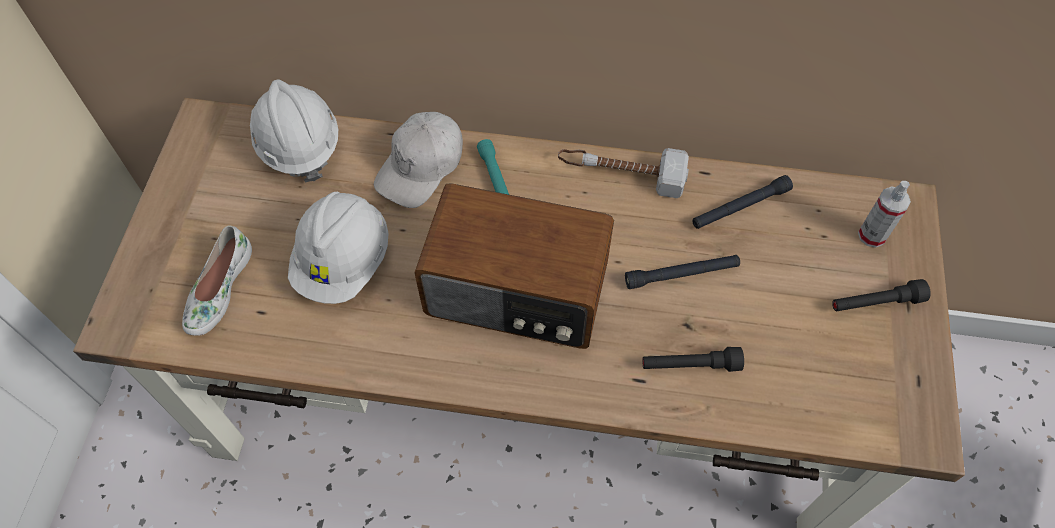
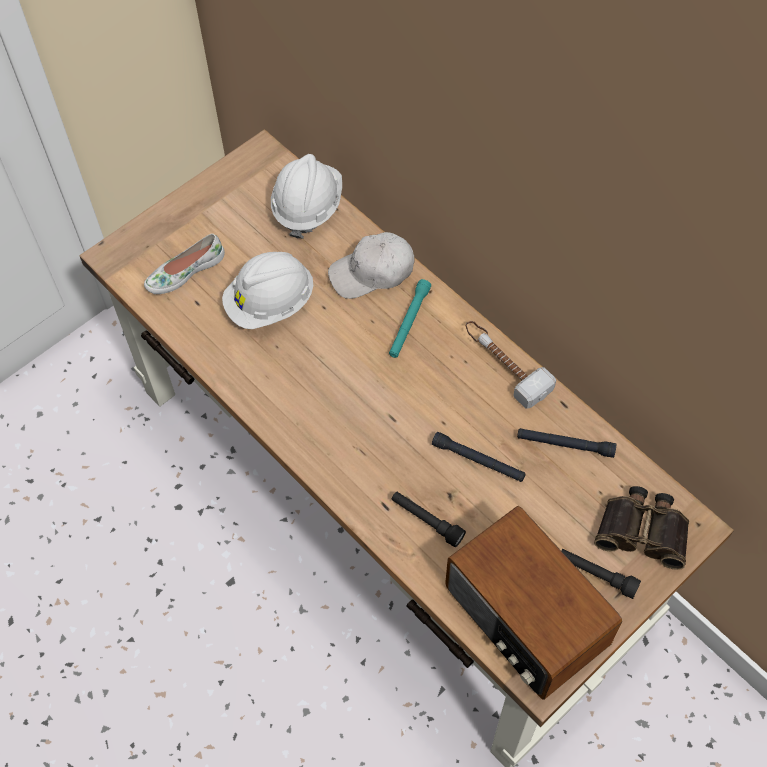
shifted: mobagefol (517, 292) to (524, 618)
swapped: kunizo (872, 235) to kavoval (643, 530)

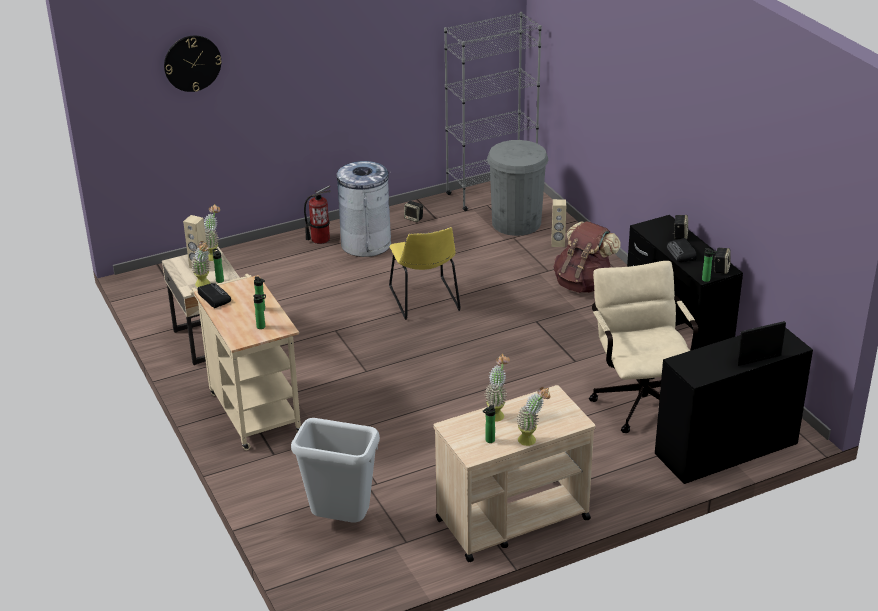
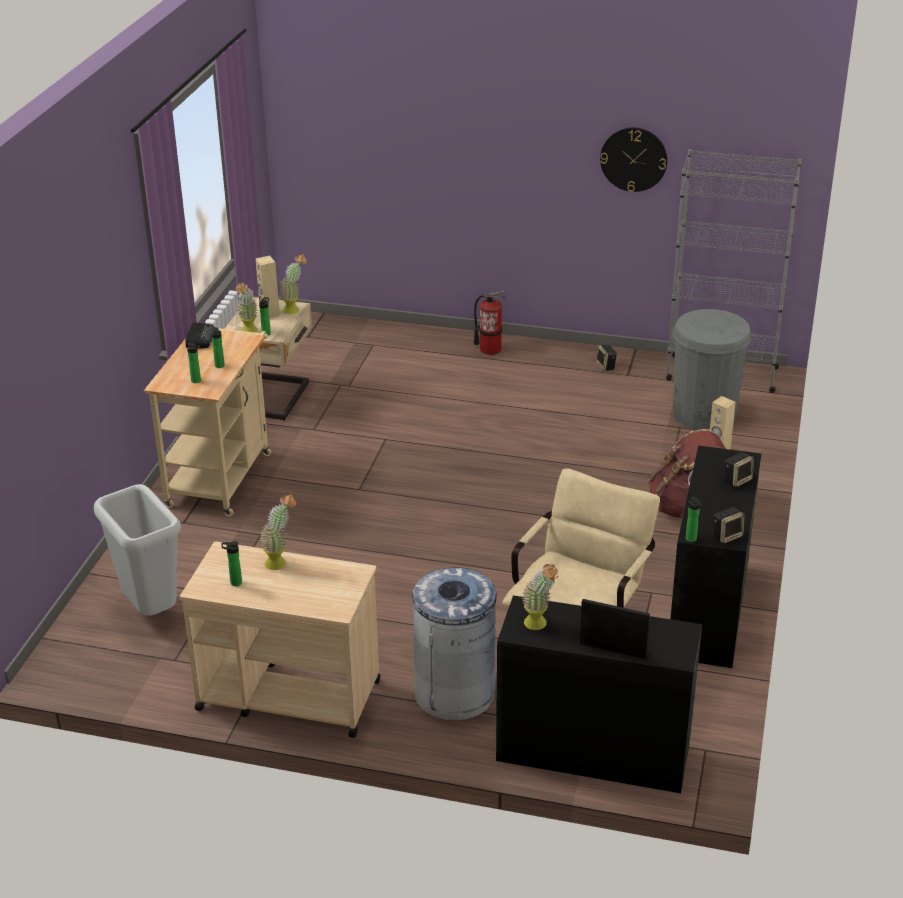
gone: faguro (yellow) (425, 300); mobagefol (681, 253)
shifted: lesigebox (192, 63) to (633, 159); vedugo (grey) (366, 244) to (455, 693); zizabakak (532, 440) to (539, 625)

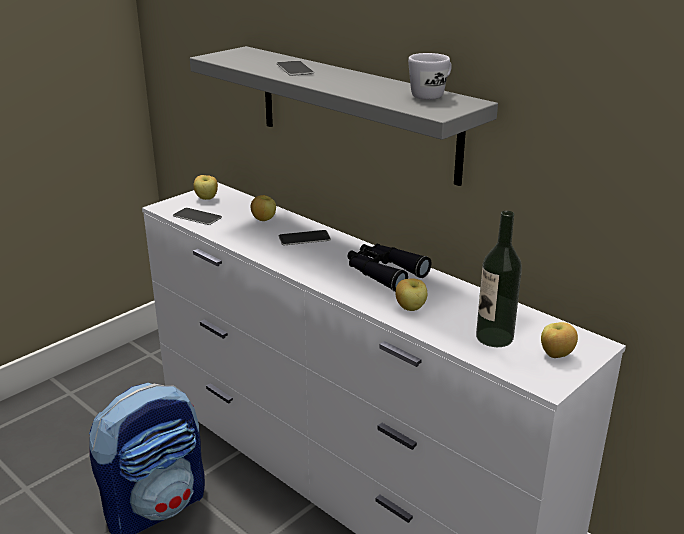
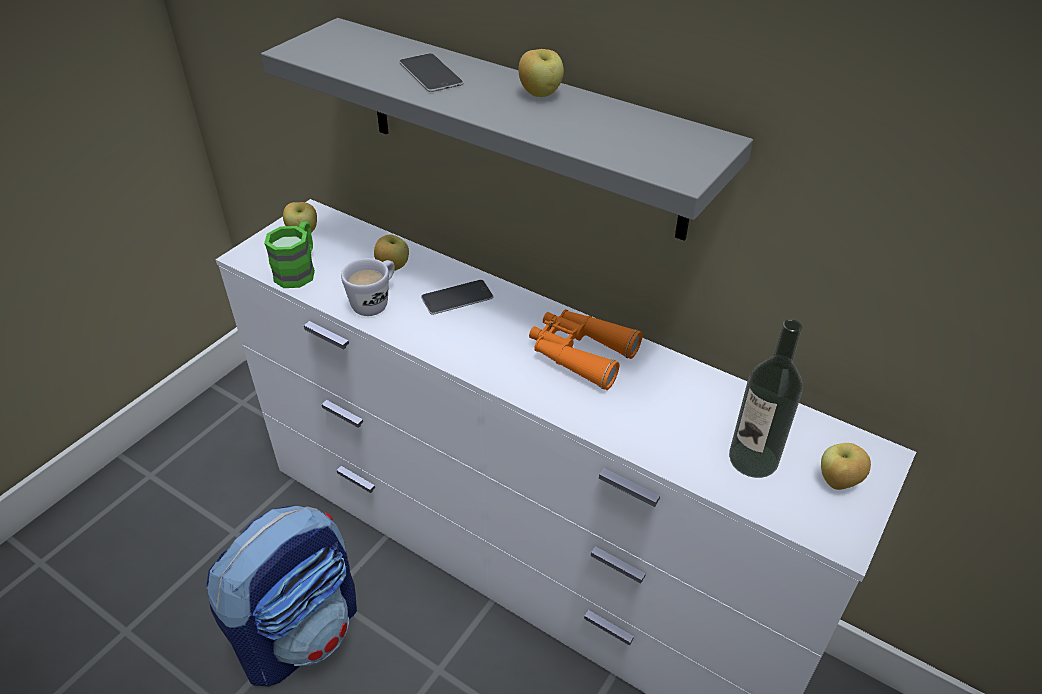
shifted: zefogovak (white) (431, 95) to (375, 302); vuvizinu (411, 308) to (541, 94)
swapped: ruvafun (197, 216) to zefogovak (green) (299, 270)
repainted: kavoval (black) (384, 273) to kavoval (orange) (580, 354)

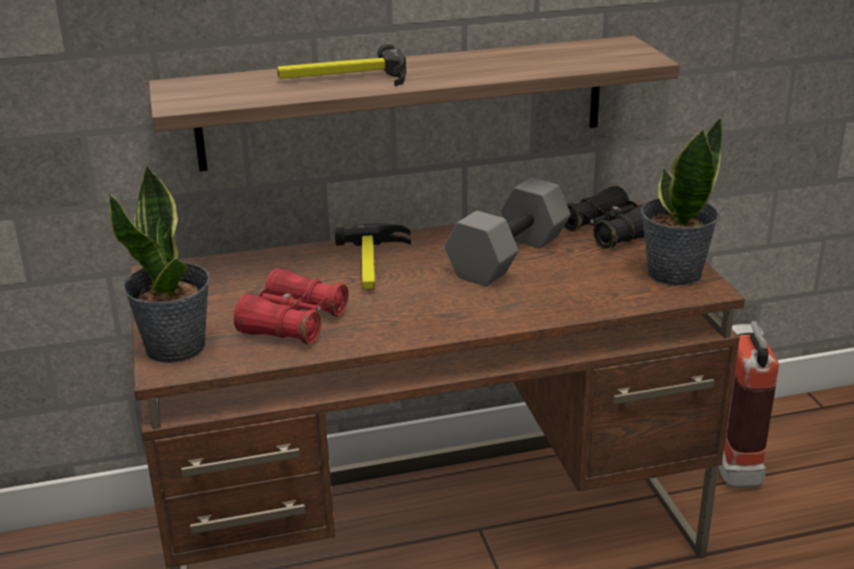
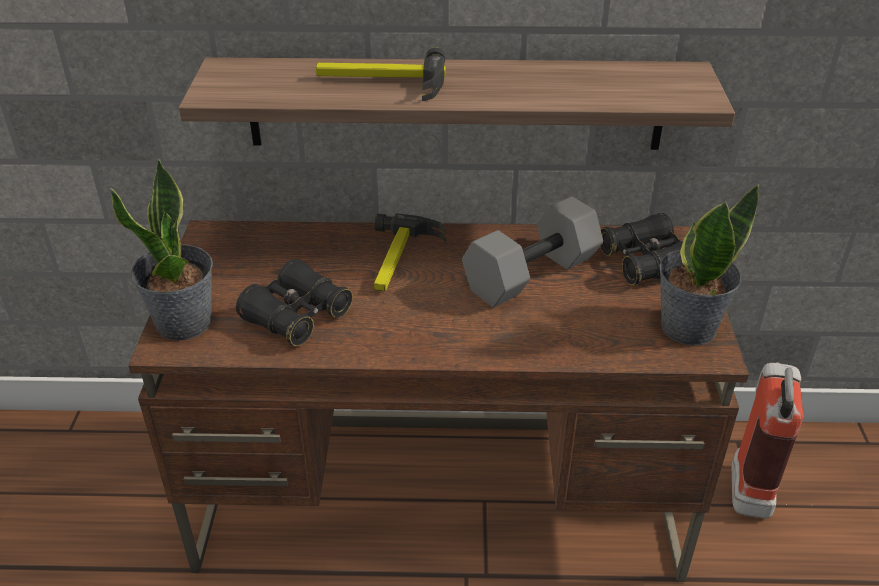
repainted: kavoval (red) (293, 323) to kavoval (black) (297, 316)

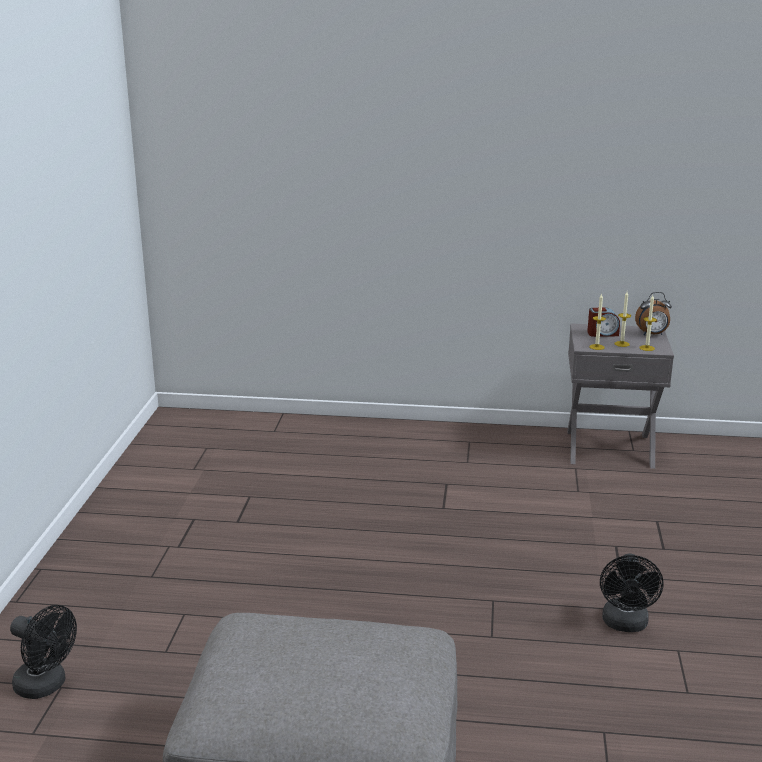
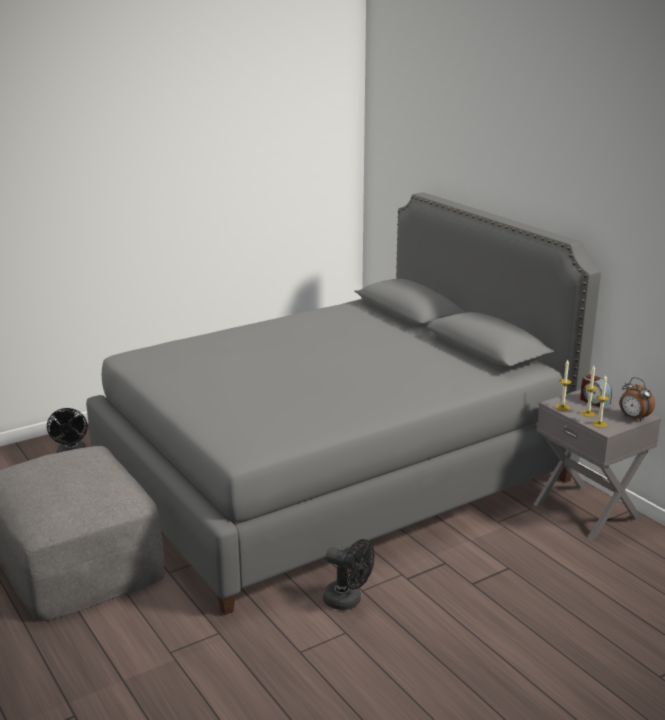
new: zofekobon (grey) (333, 474)
rotated: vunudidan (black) (625, 625) = (348, 601) 120 degrees counterclockwise

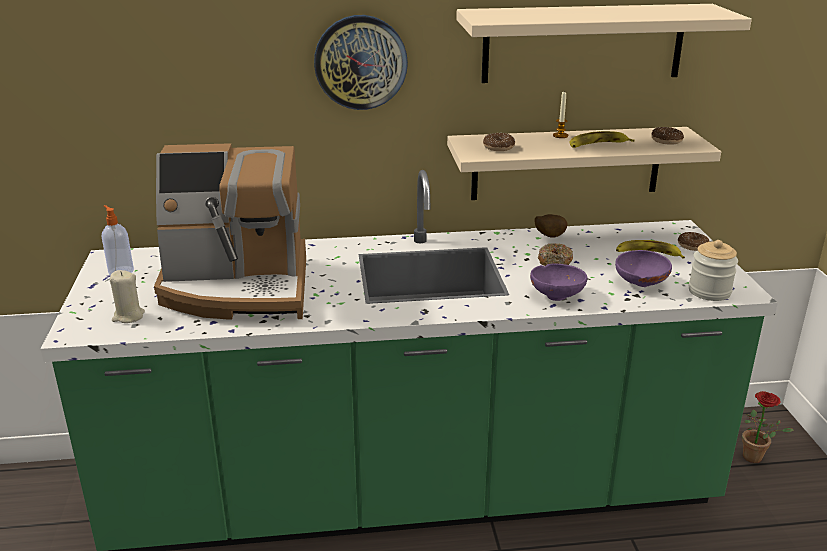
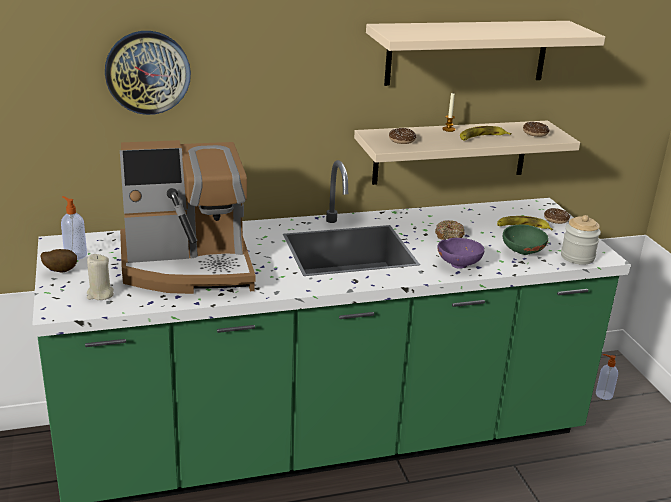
shifted: lesigebox (360, 62) to (147, 72); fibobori (548, 236) to (60, 271)
swapped: zizabakak (756, 458) to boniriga (603, 394)
repainted: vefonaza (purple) (639, 283) to vefonaza (green) (521, 252)

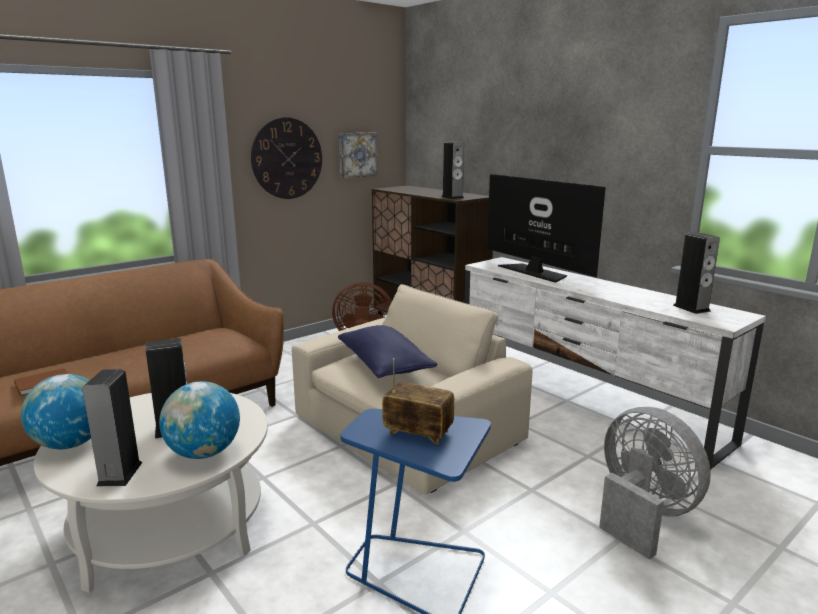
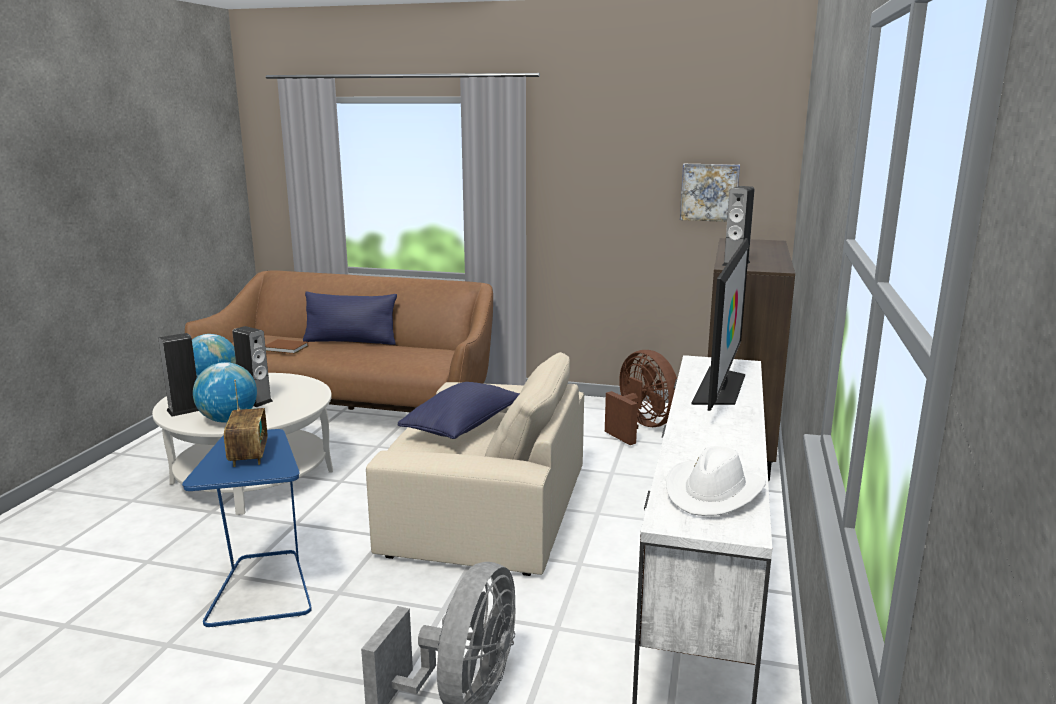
gone: lesigebox (287, 158)
new: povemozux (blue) (351, 341)
swapped: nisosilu (691, 308) to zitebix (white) (714, 492)

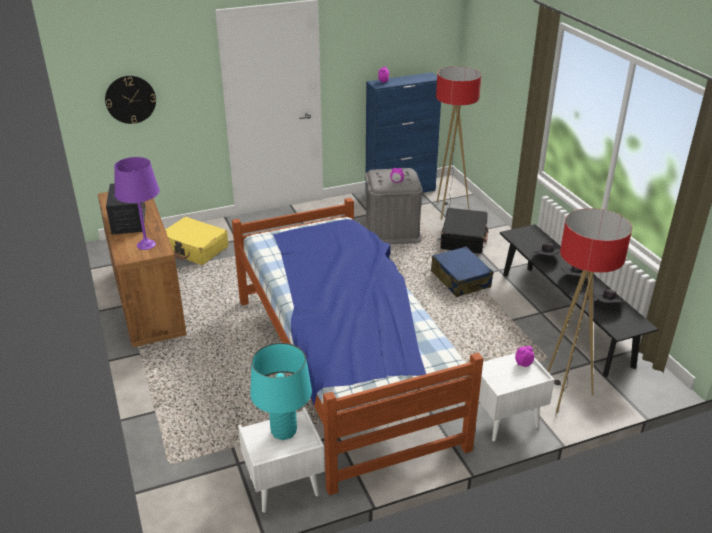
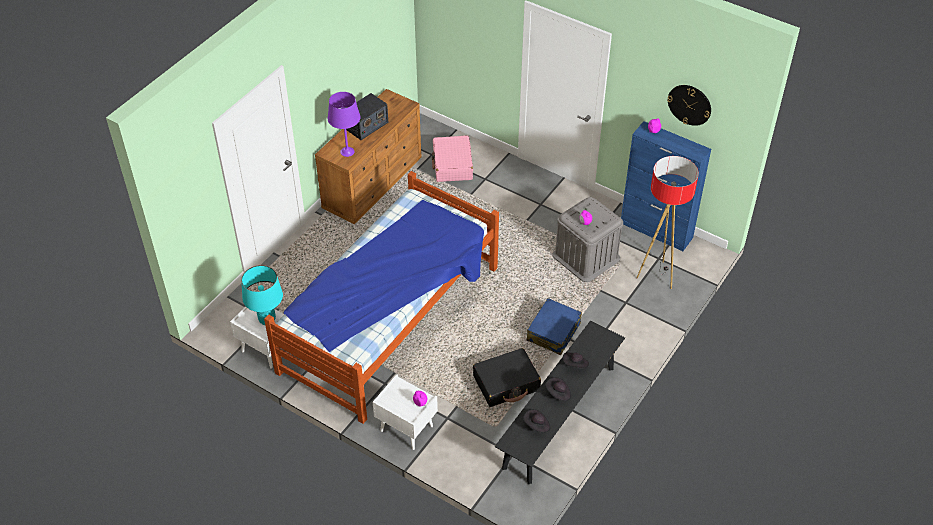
gone: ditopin (564, 395)
shifted: lesigebox (130, 99) to (689, 104); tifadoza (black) (463, 238) to (506, 383)
repainted: tifadoza (yellow) (195, 249) to tifadoza (pink) (452, 165)

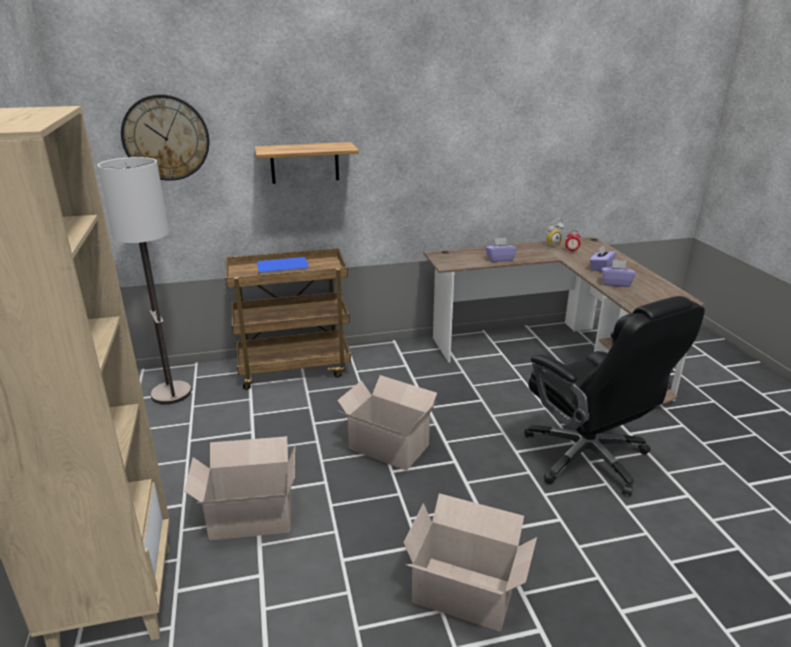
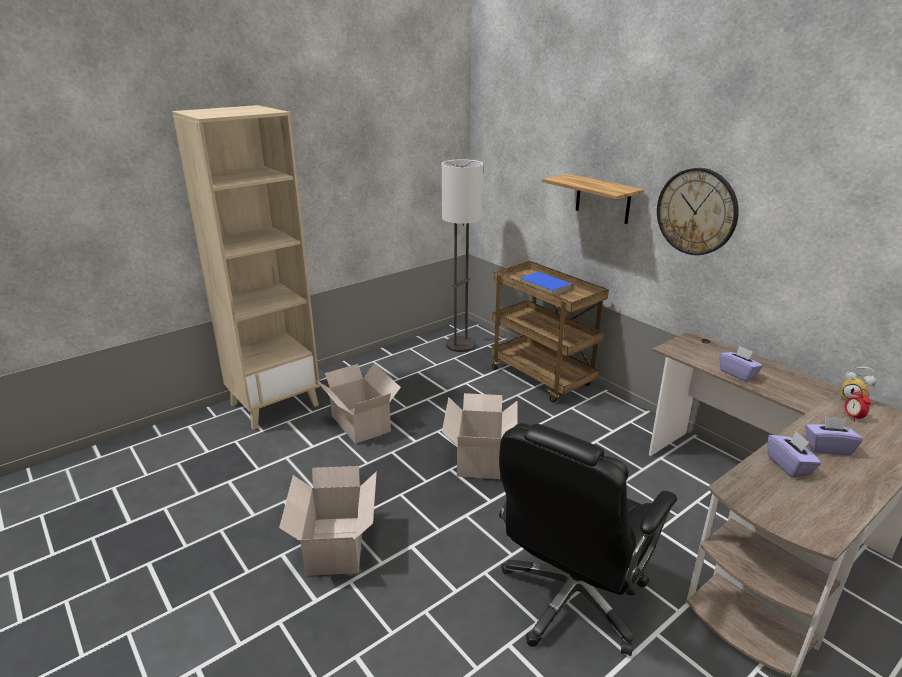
shifted: lesigebox (166, 138) to (696, 211)

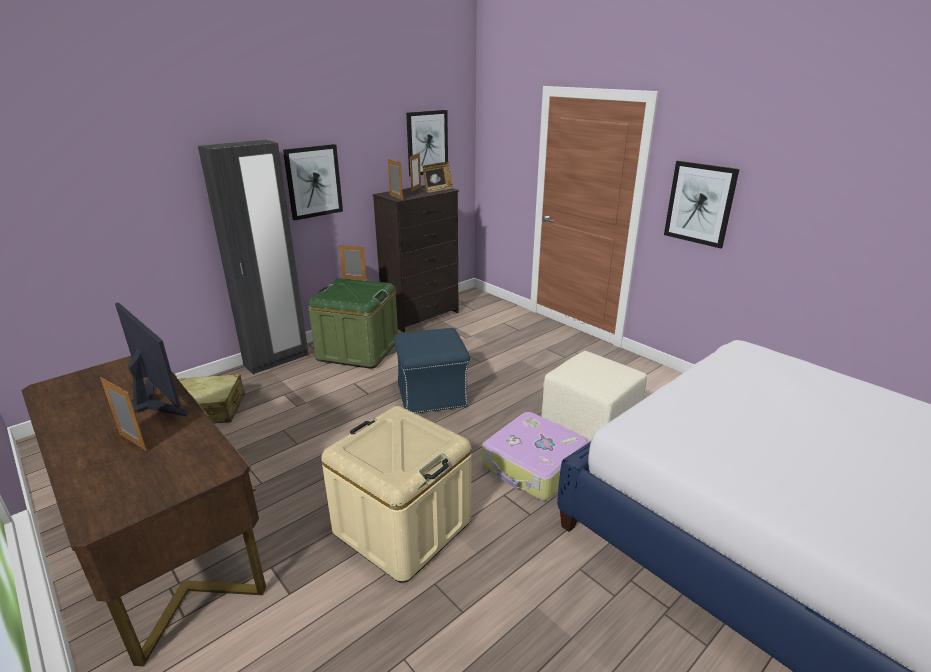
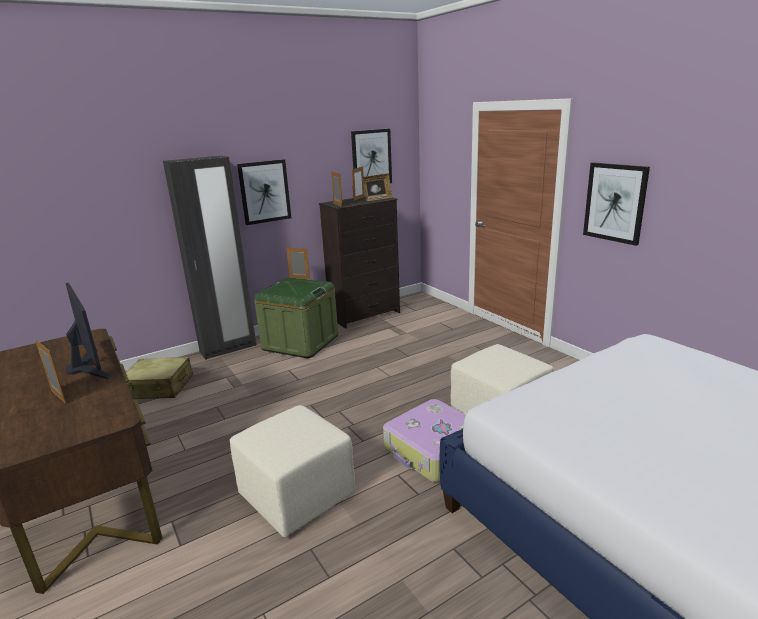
gone: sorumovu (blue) (432, 394)
swapped: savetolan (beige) (402, 526) to sorumovu (beige) (295, 496)

